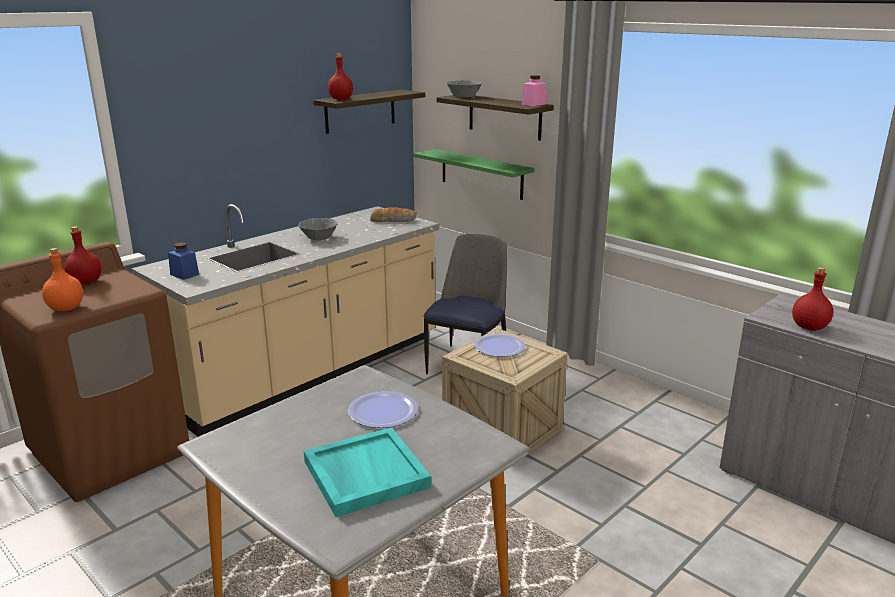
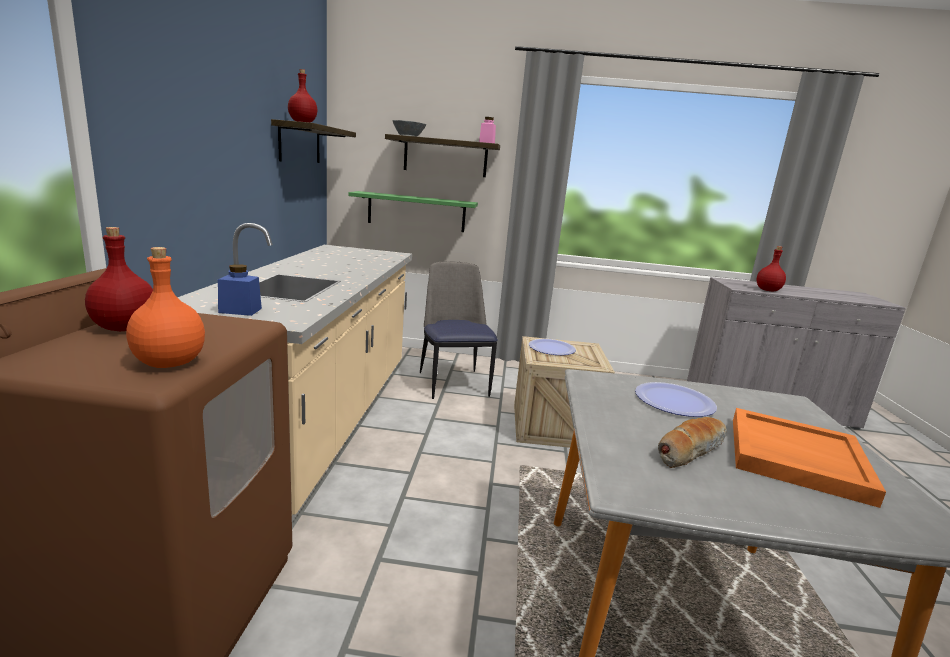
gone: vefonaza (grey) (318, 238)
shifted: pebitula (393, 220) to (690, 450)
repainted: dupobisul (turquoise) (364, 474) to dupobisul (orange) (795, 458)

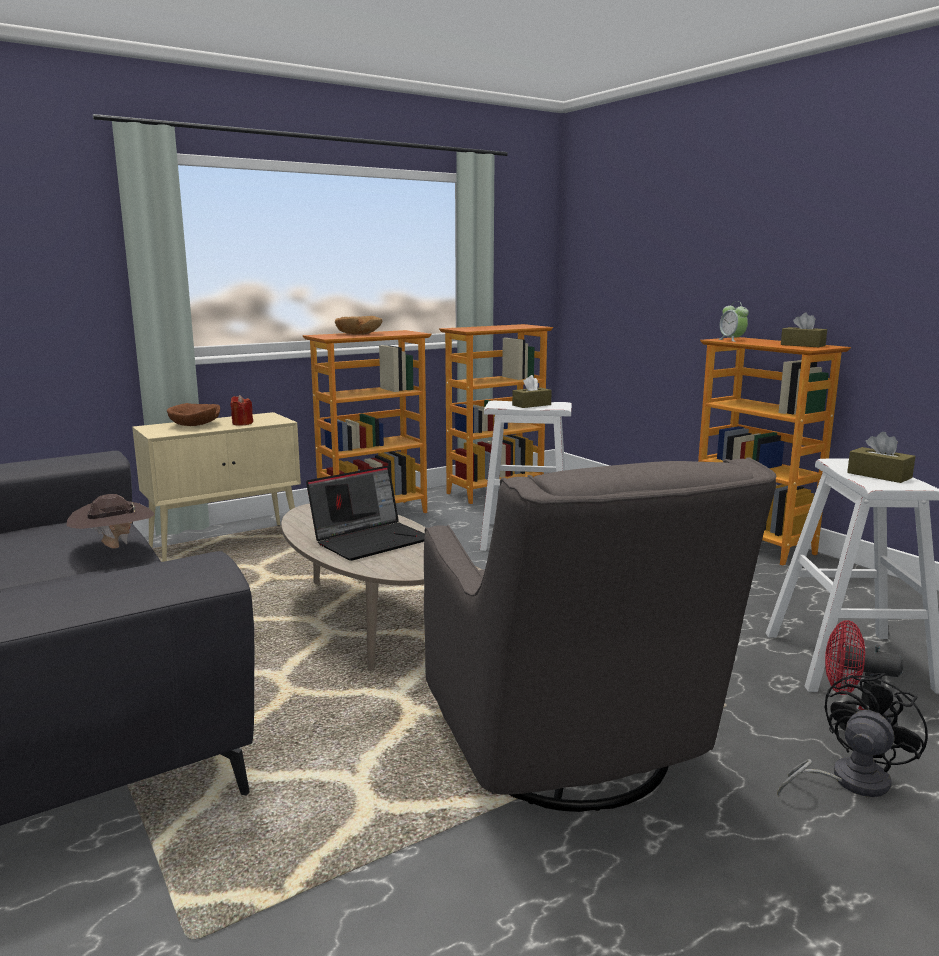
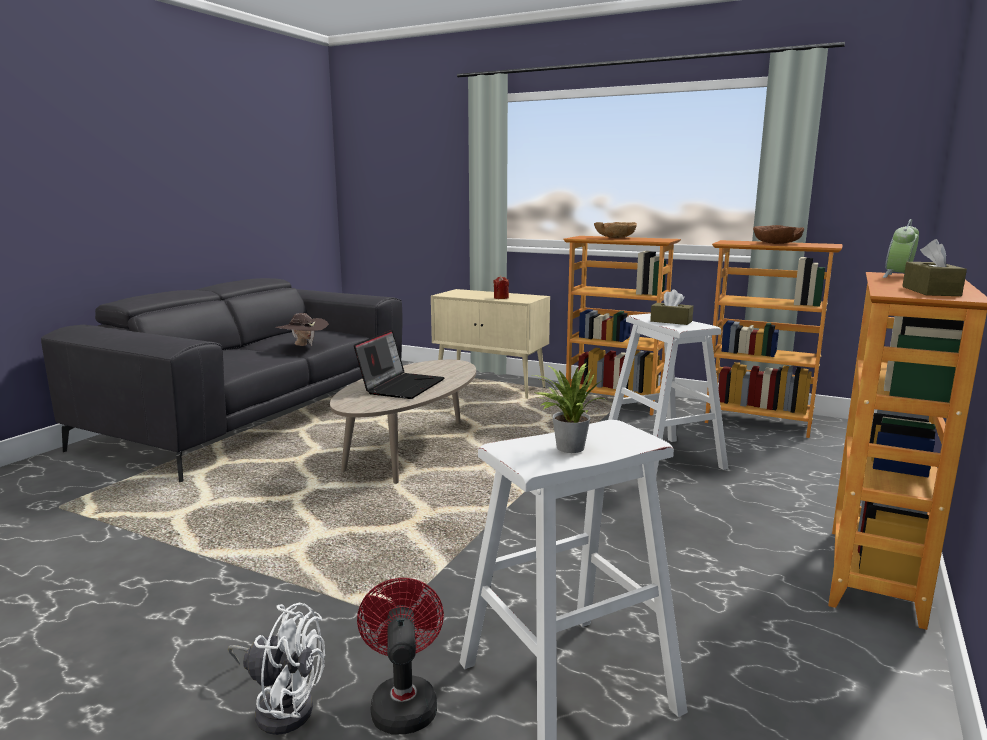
gone: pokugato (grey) (571, 754)
shifted: vefonaza (brown) (195, 425) to (776, 243)
swapped: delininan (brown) (879, 475) to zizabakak (566, 447)
repainted: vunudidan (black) (848, 781) to vunudidan (white) (282, 705)
rotated: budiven (371, 540) = (401, 386) 90 degrees counterclockwise

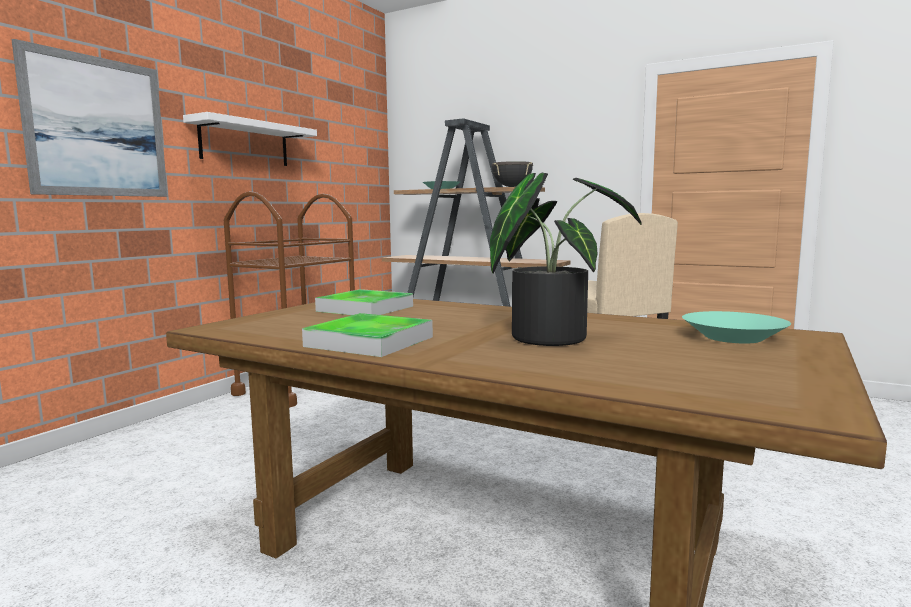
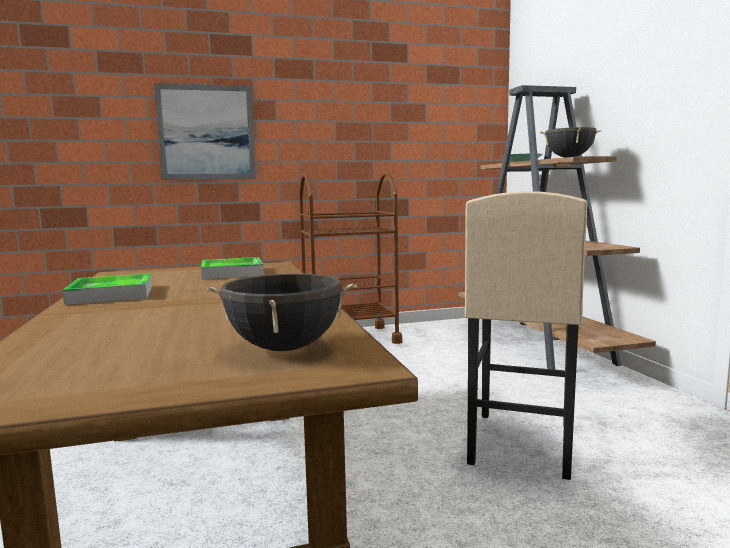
gone: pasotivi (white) (245, 143); zizabakak (549, 336)
swapped: vefonaza (turquoise) (733, 337) to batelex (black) (285, 348)

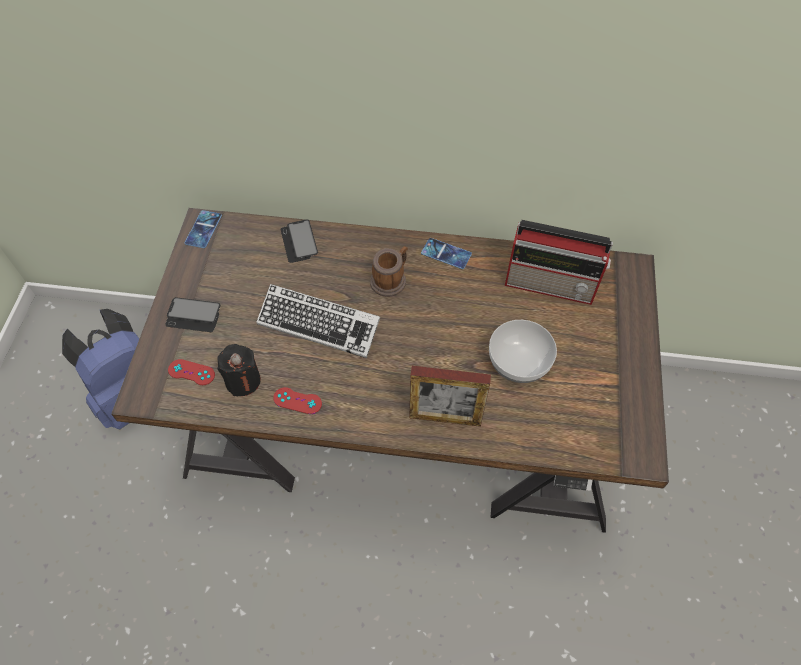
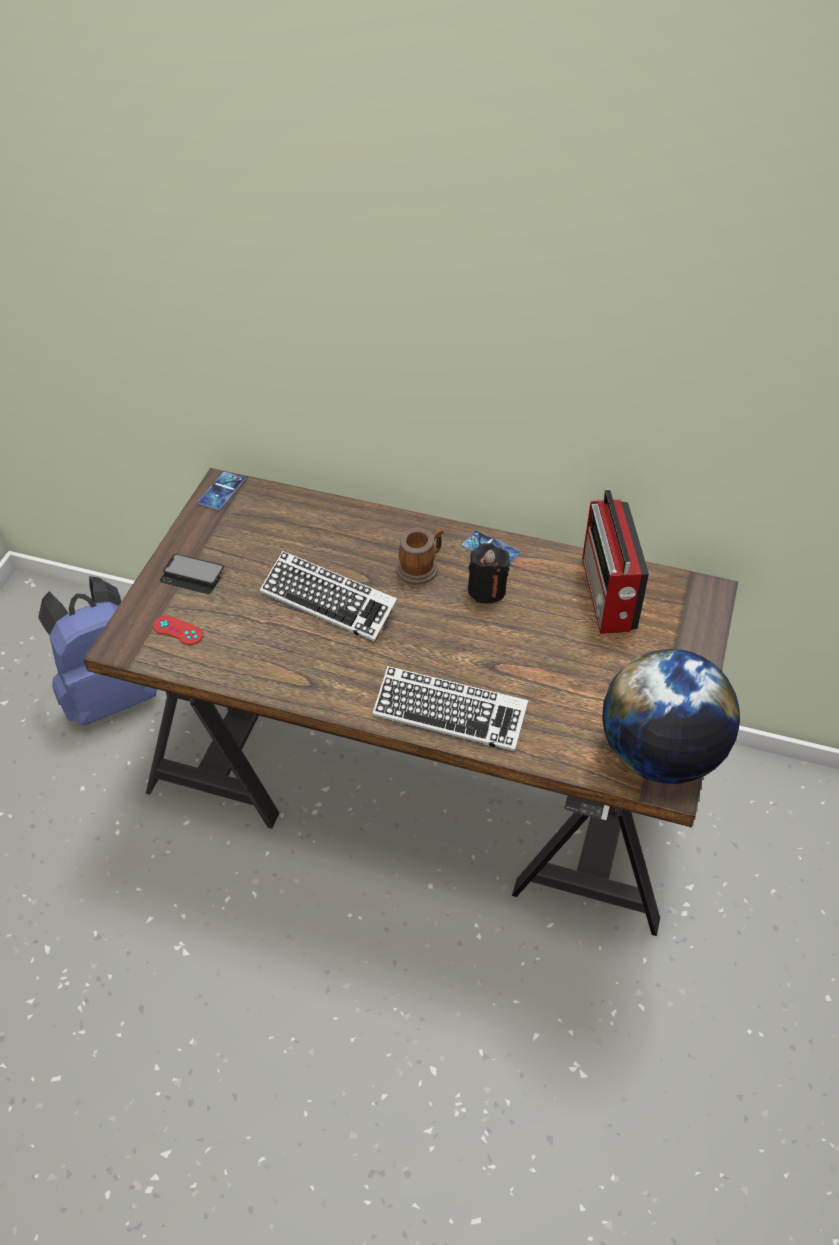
gone: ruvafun (299, 242); vefonaza (519, 362); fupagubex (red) (297, 401)
new: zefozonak (659, 755)
shifted: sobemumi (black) (243, 380) to (487, 590)
swapped: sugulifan (445, 417) to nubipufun (450, 714)
rotated: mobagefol (552, 284) = (608, 596) 60 degrees clockwise

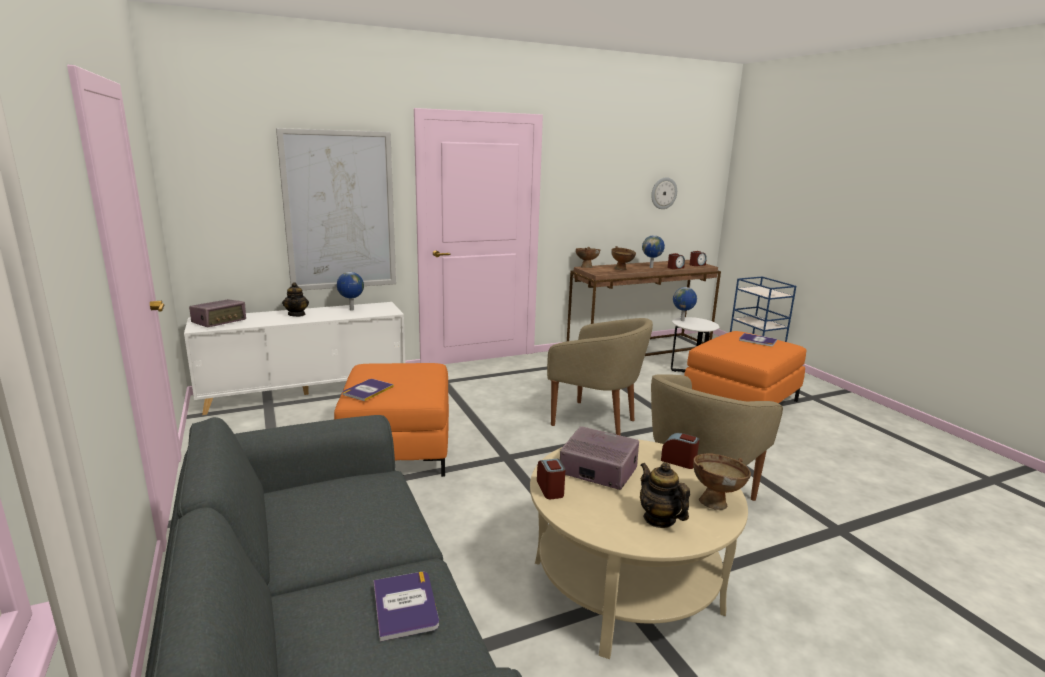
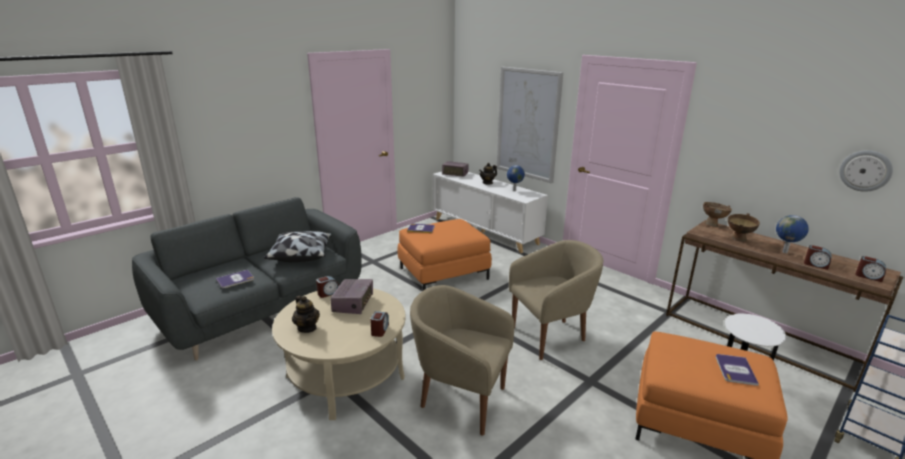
gone: zefozonak (682, 320); vefonaza (brown) (717, 502)
new: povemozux (301, 254)
rotated: pokugato (beige) (596, 420) = (551, 336) 120 degrees counterclockwise; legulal (659, 519) = (307, 328) 105 degrees clockwise

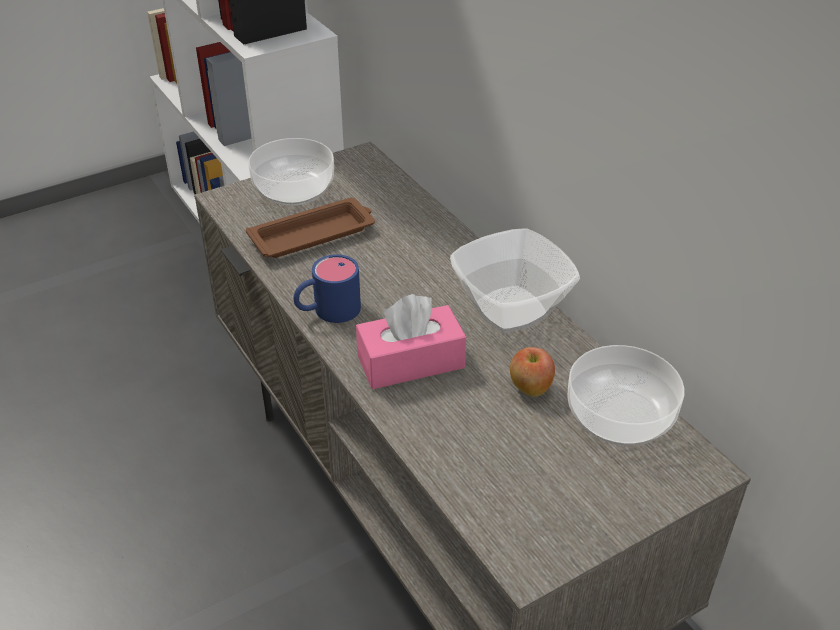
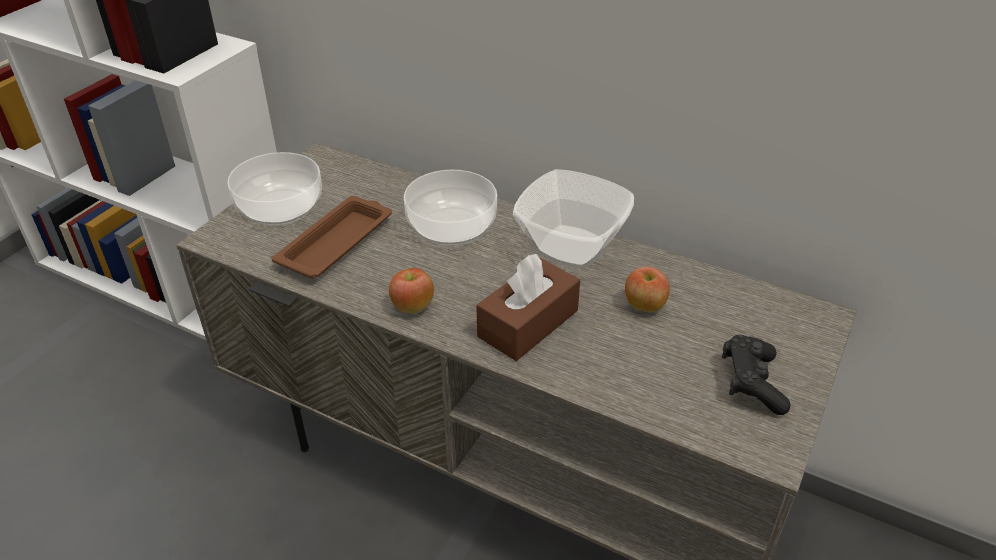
new: fupagubex (black) (751, 383)
shifted: vefonaza (619, 416) to (450, 226)
swapped: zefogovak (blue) (327, 311) to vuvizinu (412, 307)
repainted: delininan (pink) (411, 362) to delininan (brown) (528, 323)

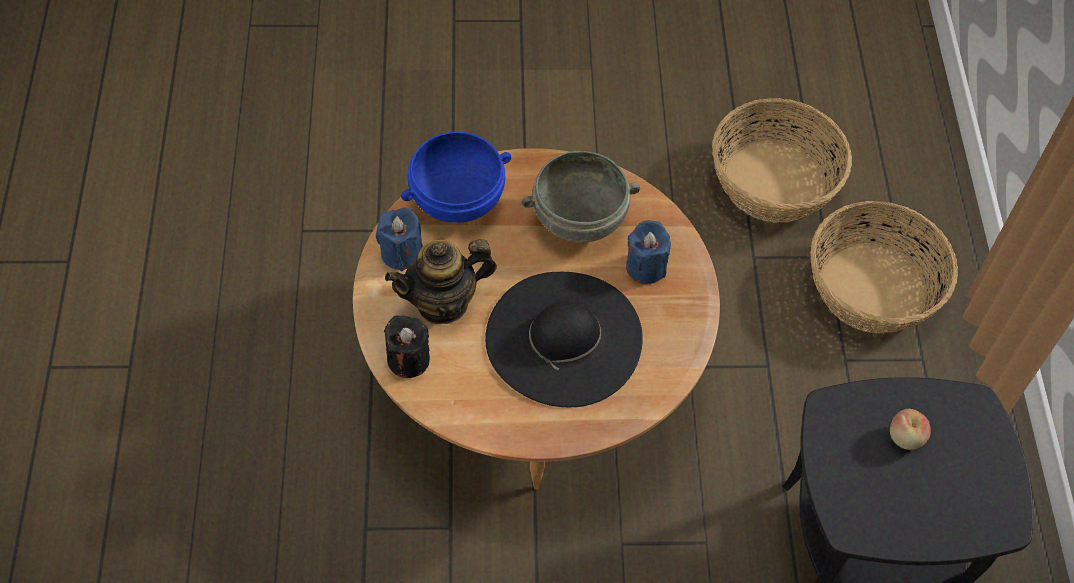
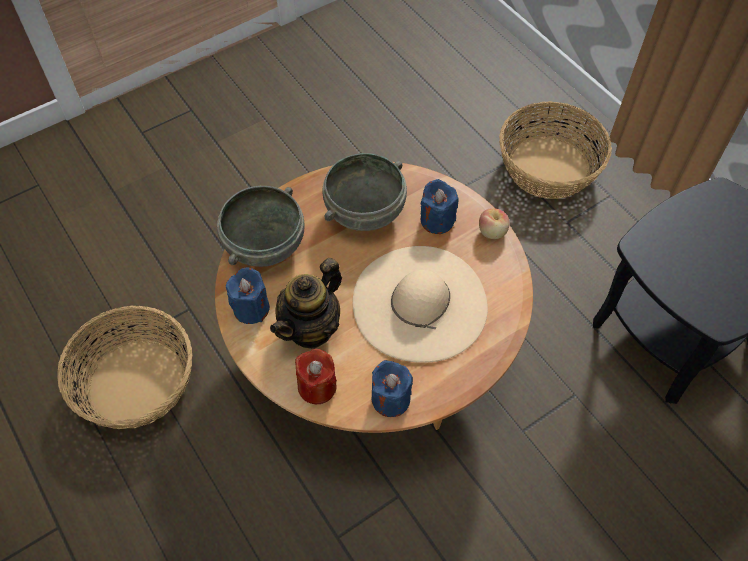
new: sobemumi (blue) (390, 399)
shifted: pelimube (774, 181) to (137, 382); vuvizinu (905, 438) to (492, 232)
repainted: vefonaza (blue) (457, 199) to vefonaza (grey) (264, 245); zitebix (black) (564, 338) to zitebix (beige) (419, 303); sobemumi (black) (408, 359) to sobemumi (red) (317, 387)

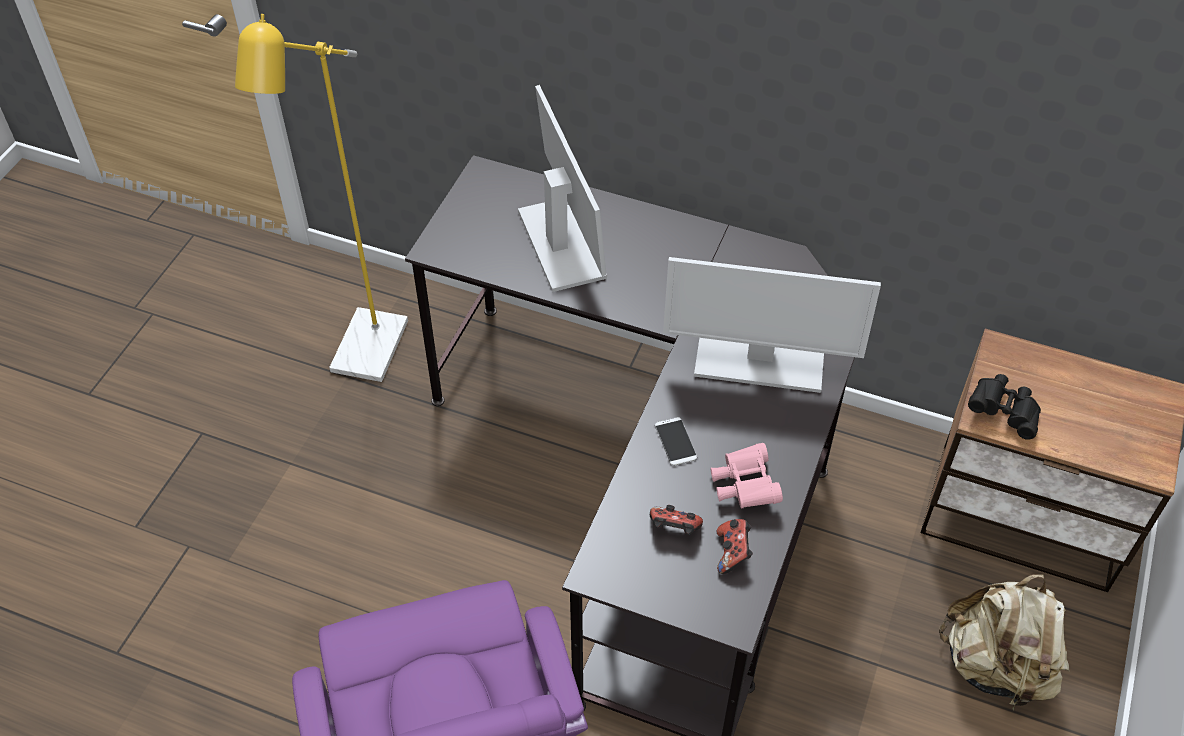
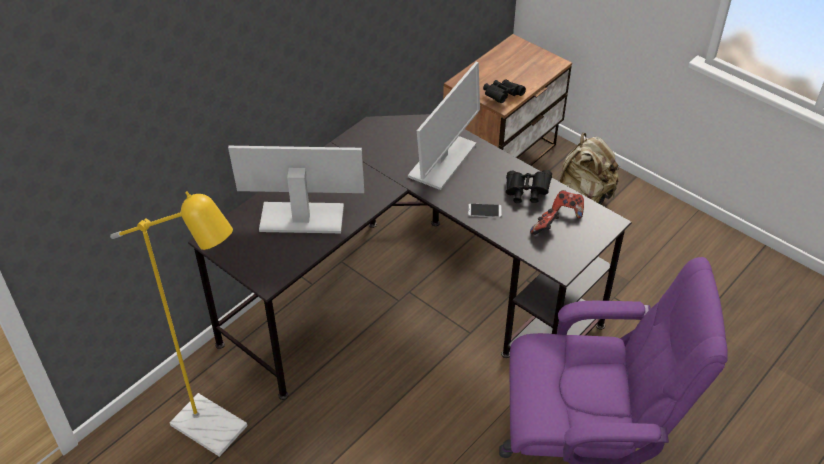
repainted: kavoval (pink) (744, 486) to kavoval (black) (526, 192)

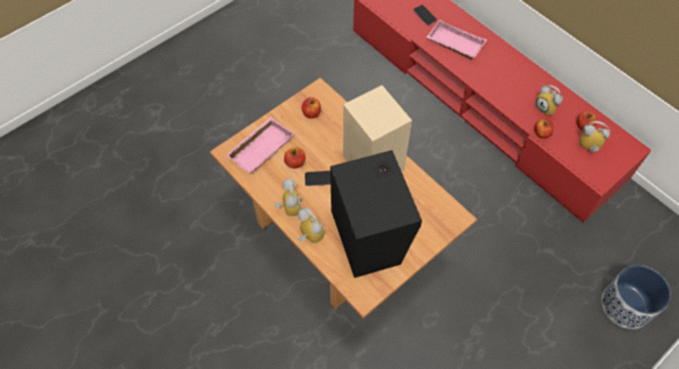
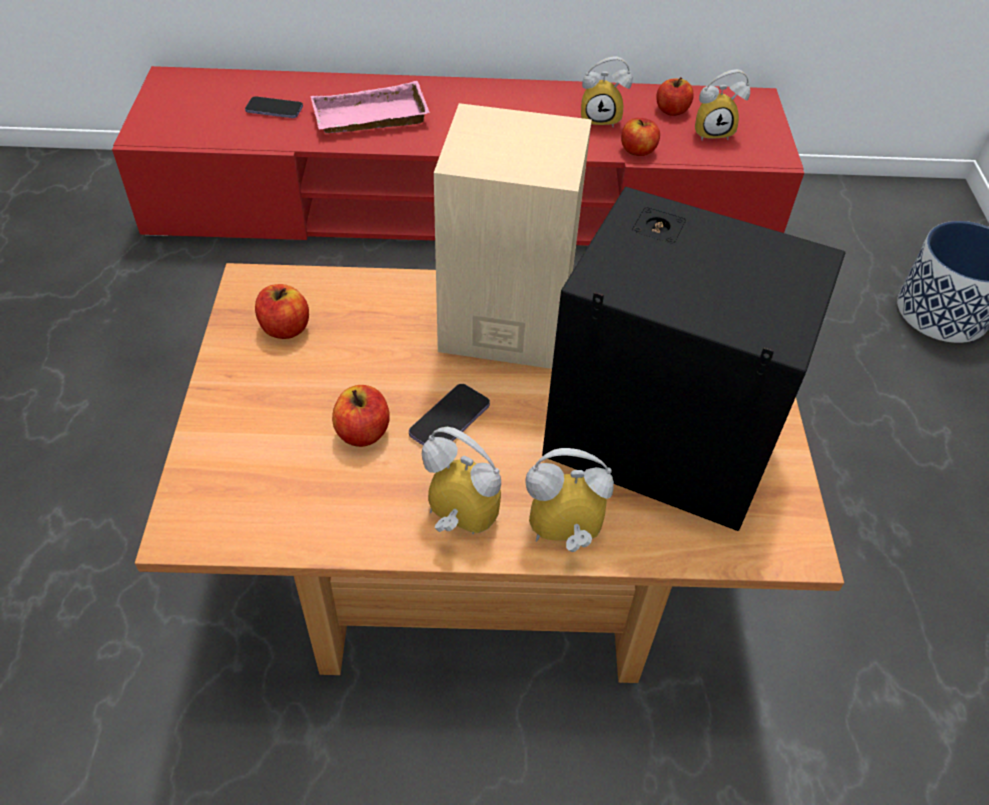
gone: dupobisul (pink) (260, 147)
rotated: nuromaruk (588, 148) = (713, 131) 150 degrees counterclockwise

